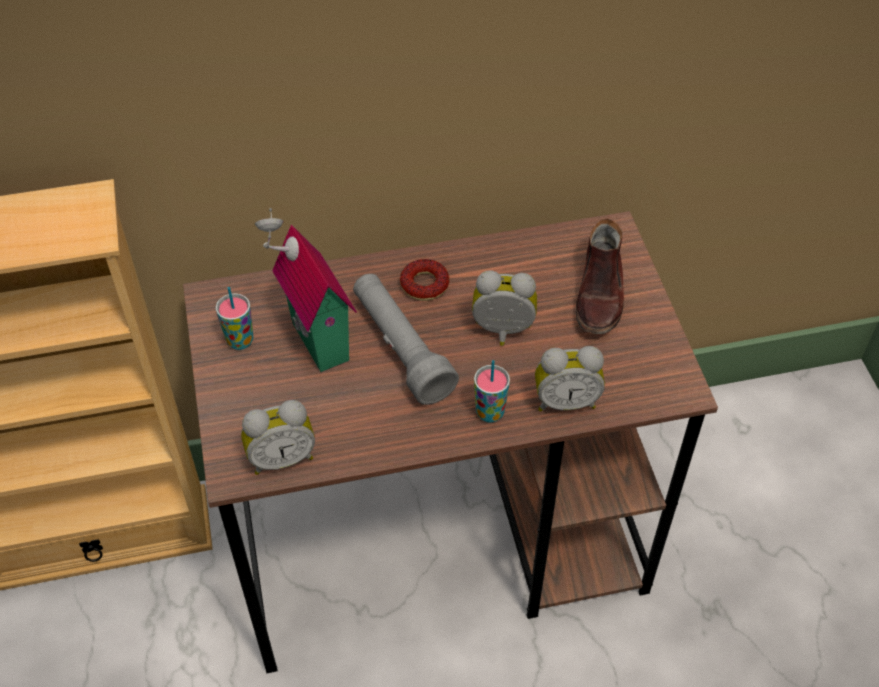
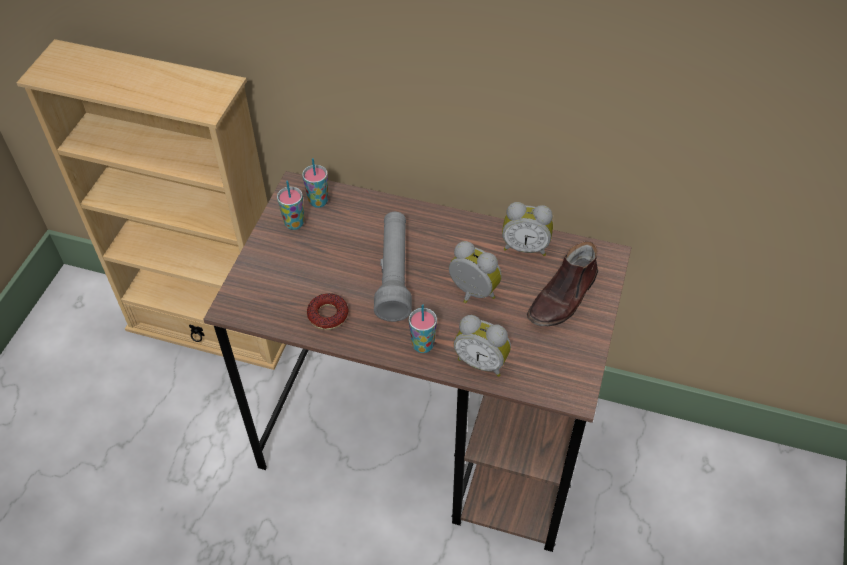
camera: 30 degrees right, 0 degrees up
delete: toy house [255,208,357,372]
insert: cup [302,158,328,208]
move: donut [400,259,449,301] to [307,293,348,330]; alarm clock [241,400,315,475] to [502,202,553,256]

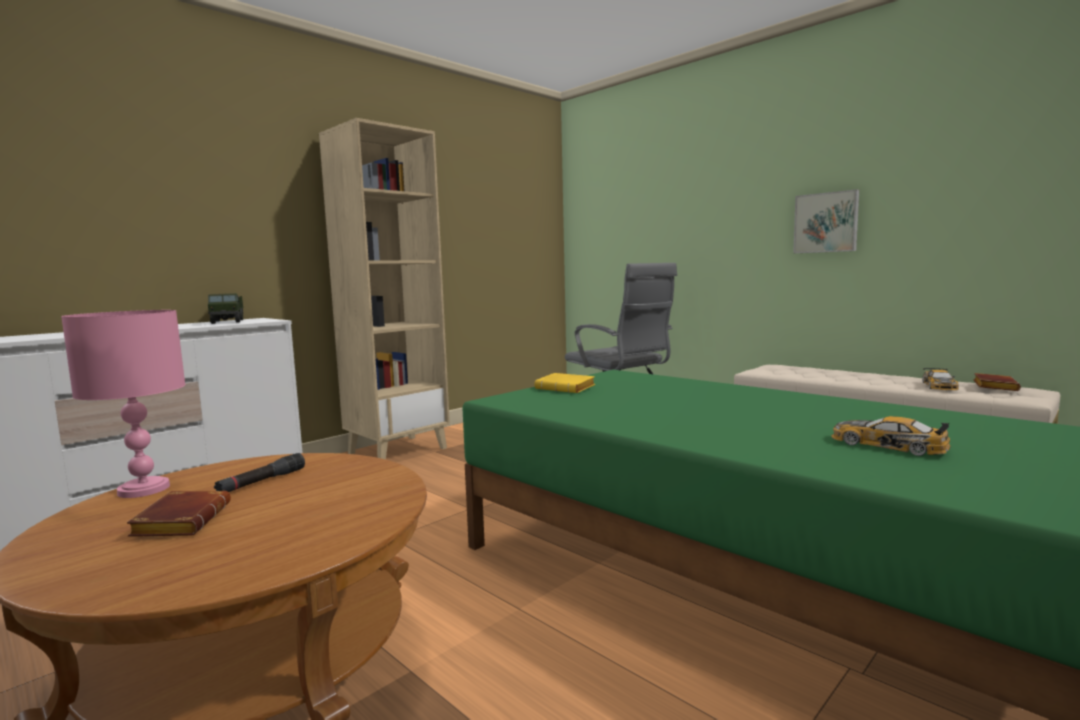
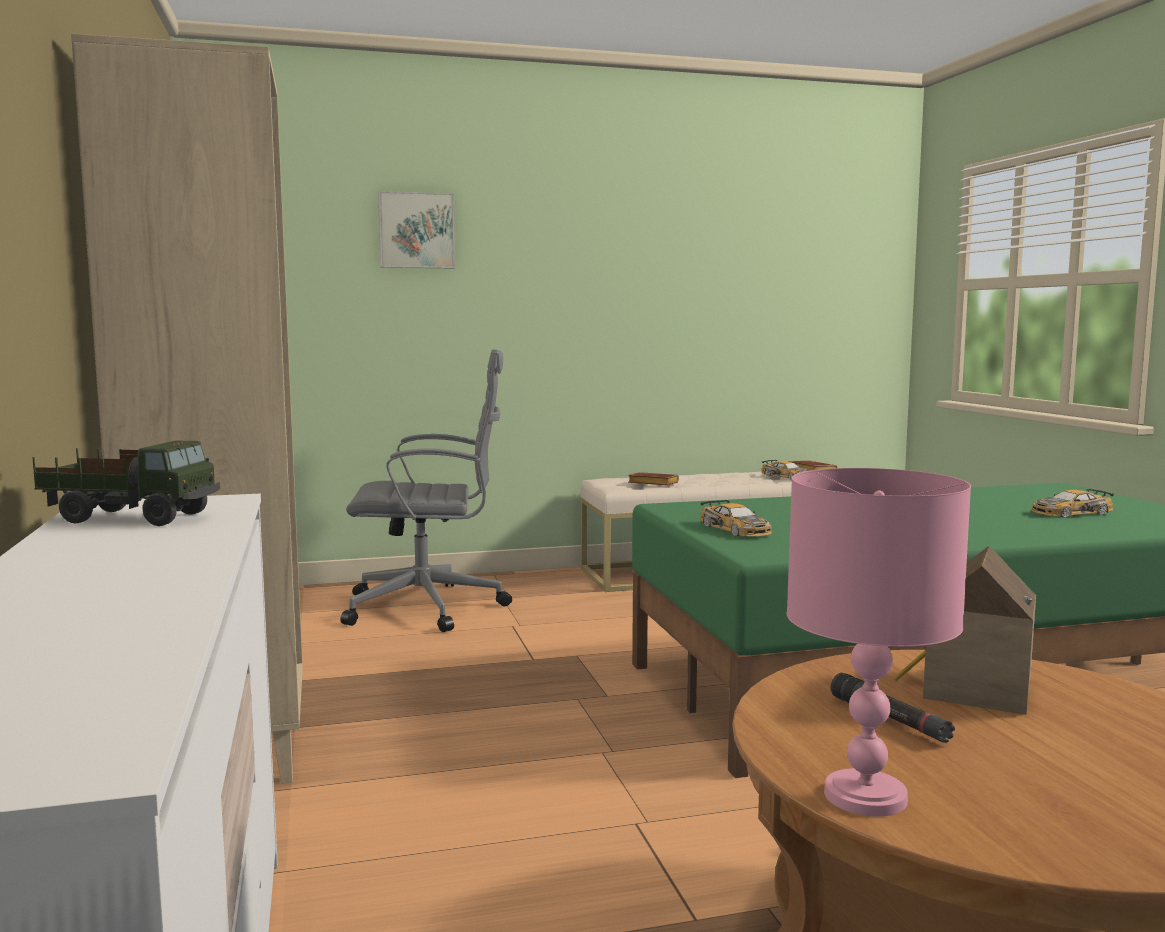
camera: 60 degrees left, 0 degrees up
insert: toy house [895,546,1036,715]
move: picture [793,189,859,253] to [378,191,455,268]; book (brown) [127,491,231,537] to [628,472,679,485]
replace: book (yellow) [534,373,595,393] to toy car [700,500,772,537]

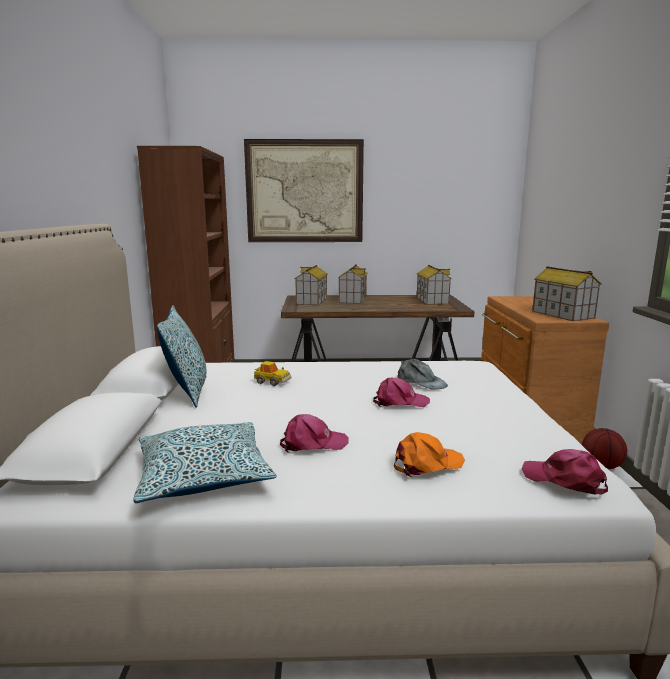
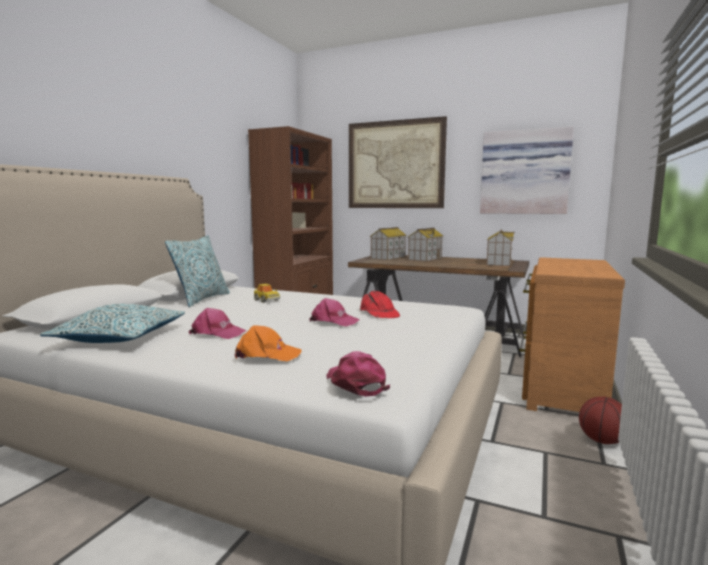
camera: 25 degrees right, 5 degrees down
delete: toy house [532,266,601,321]
insert: picture [480,127,574,214]
recolor: cap (grey) [397,359,448,390] to cap (red) [360,291,400,318]

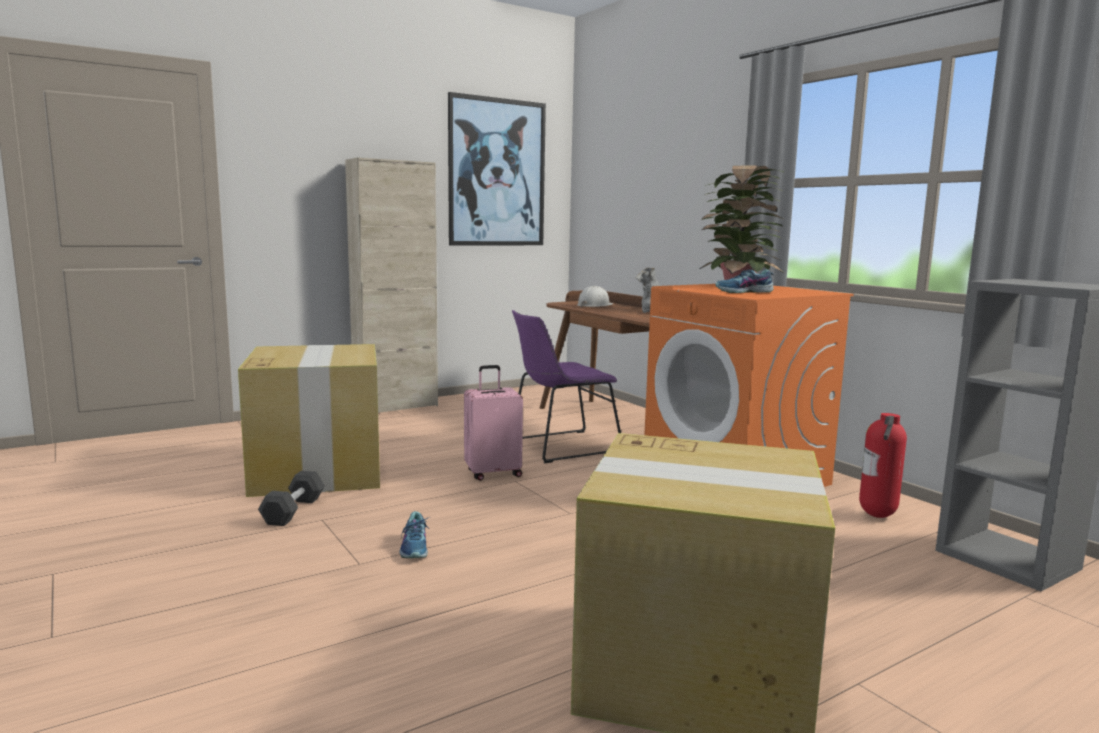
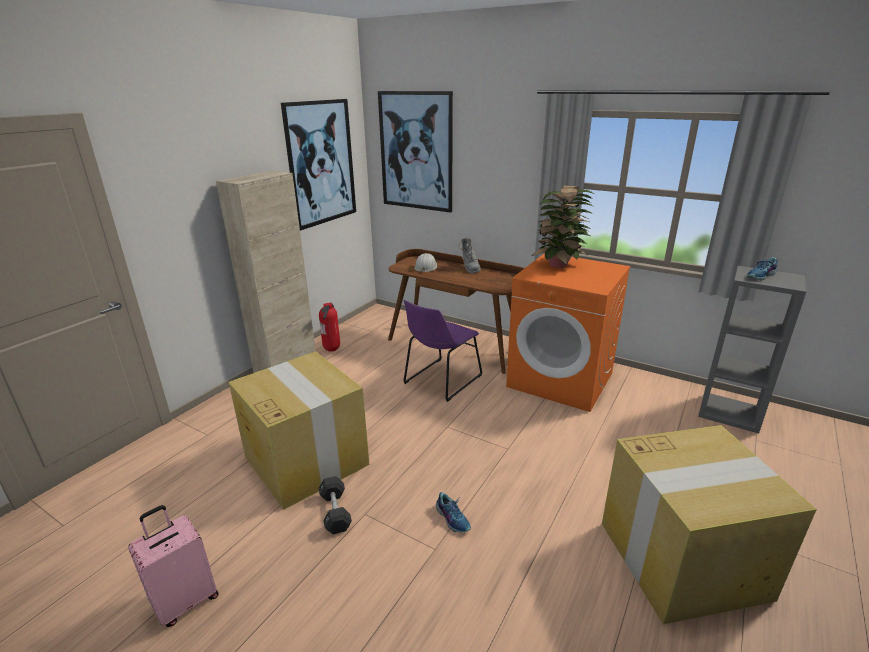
camera: 25 degrees left, 15 degrees up
insert: picture [378,91,453,213]
move: shoe [715,268,774,293] to [747,257,778,281]; suitcase (pink) [464,365,523,481] to [128,505,219,627]; fire extinguisher [859,413,907,518] to [319,303,340,352]

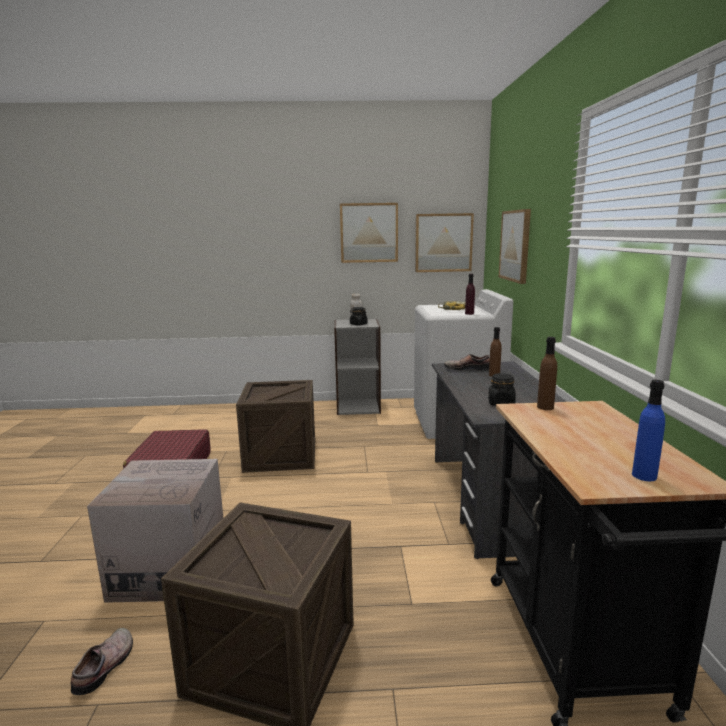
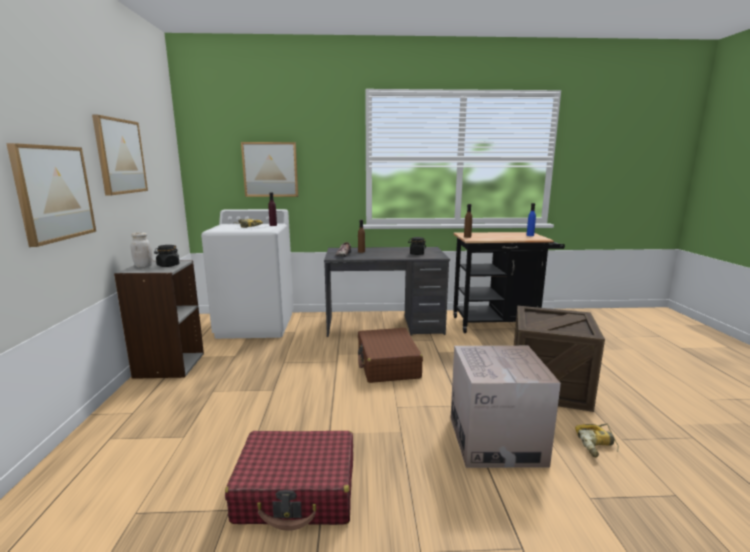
camera: 90 degrees left, 0 degrees up
delete: crate [236,380,315,473]
insert: suitcase (brown) [358,328,423,383]
move: picture [415,213,474,272] to [6,143,96,247]
replace: shoe [70,628,133,695] to power drill [575,424,619,457]

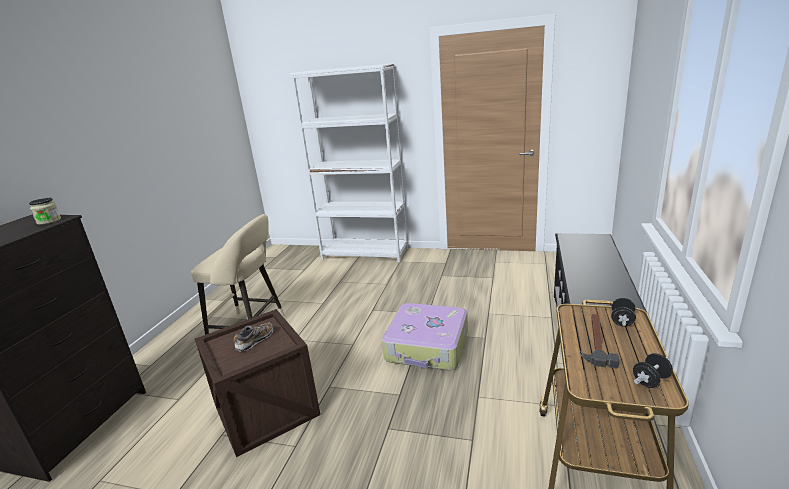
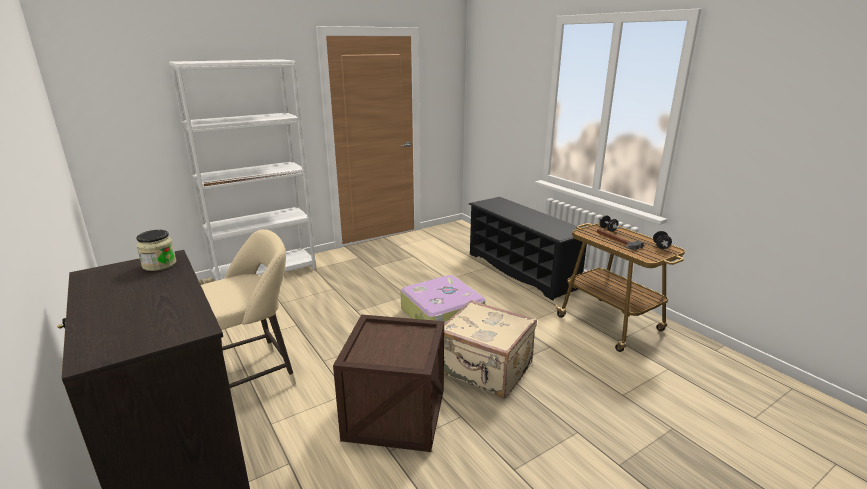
camera: 50 degrees left, 0 degrees up
delete: shoe [234,323,274,352]
insert: suitcase (beige) [444,300,537,398]

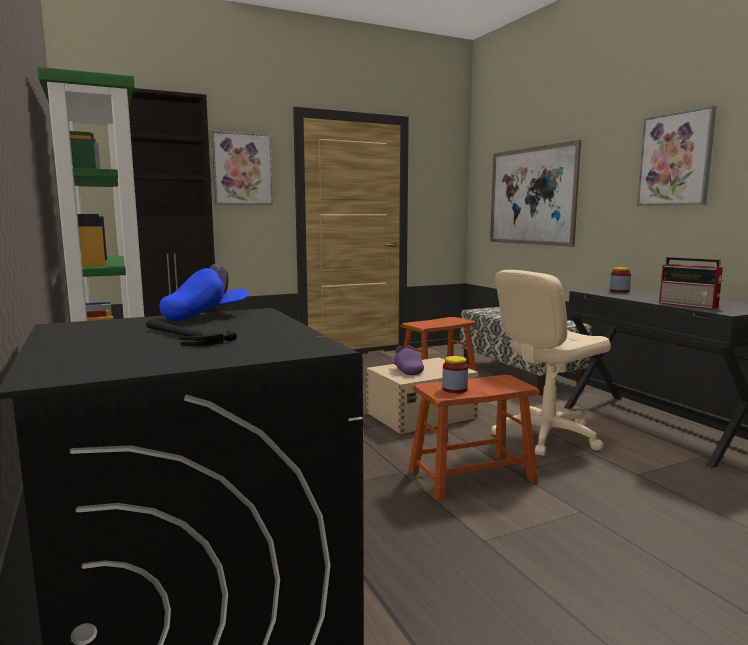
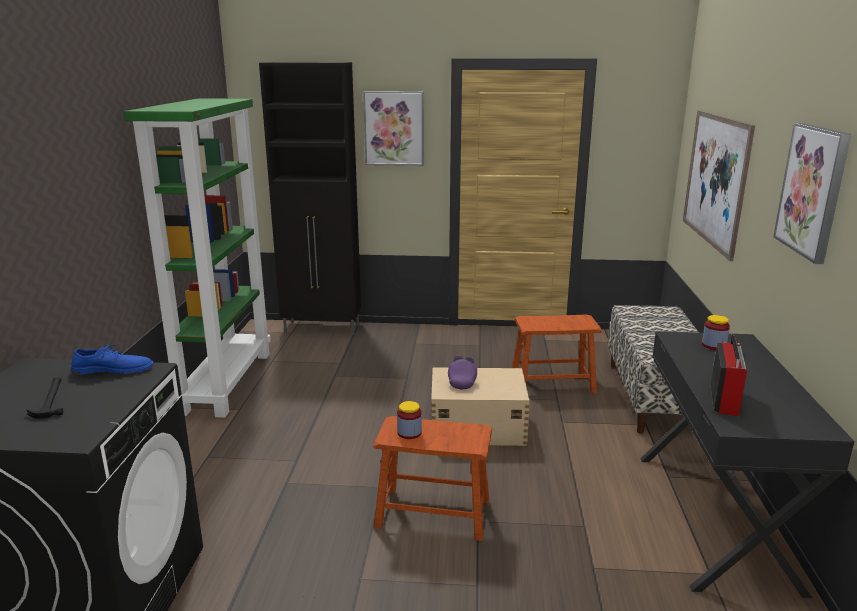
camera: 30 degrees right, 10 degrees up
delete: office chair (beige) [491,270,611,456]
replace: cap (blue) [159,264,249,321] to shoe (blue) [71,345,154,375]
rotate: radio [659,257,724,309] = [711,335,747,416] 150 degrees counterclockwise

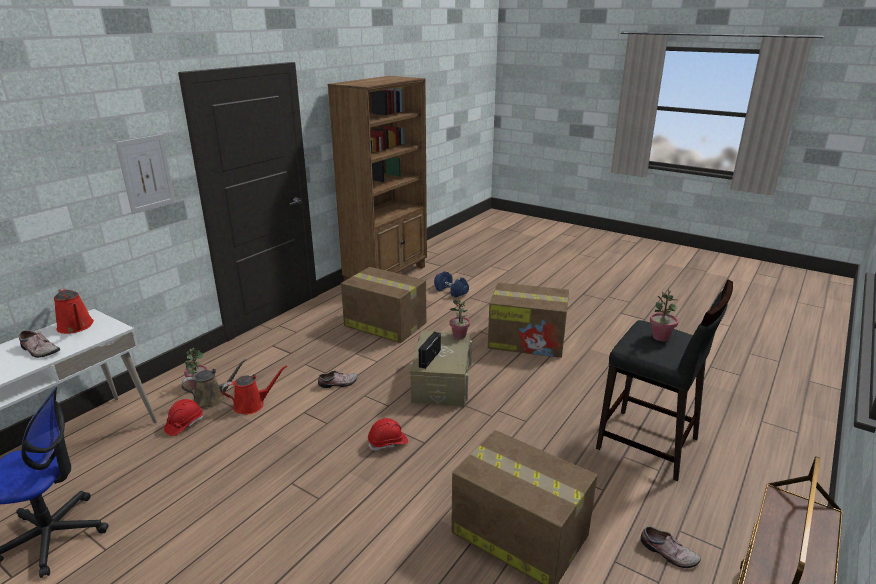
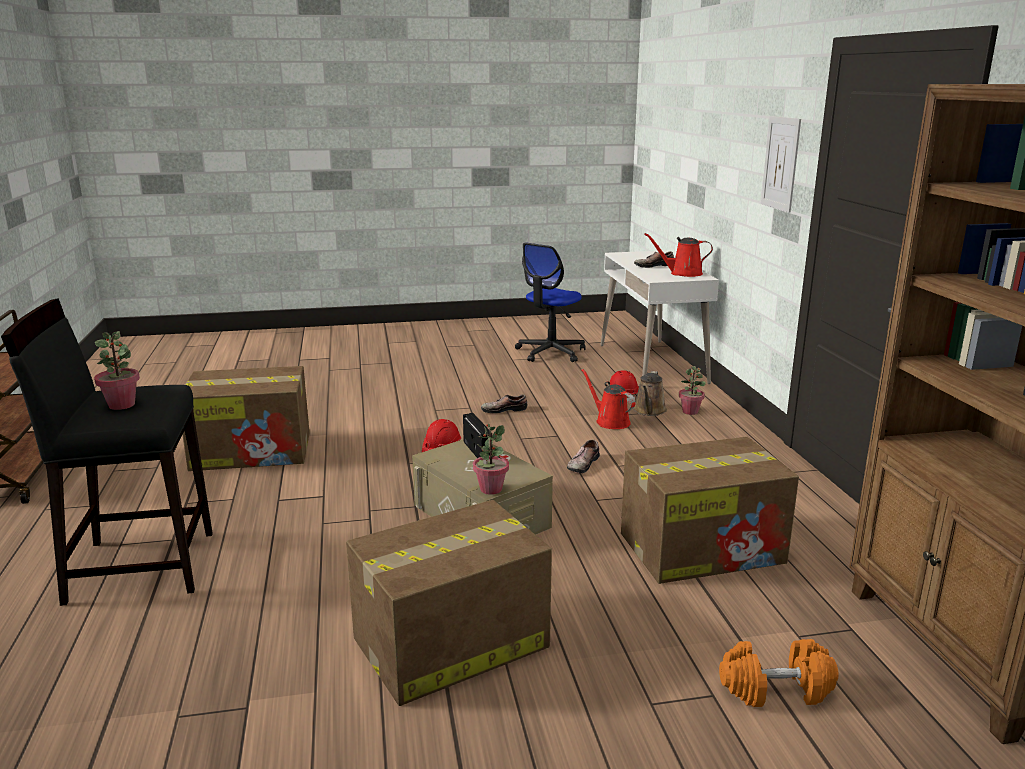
camera: 135 degrees right, 5 degrees down
move: shoe [641,526,701,568] to [481,394,527,413]
recolor: dumbbell (blue) [434,271,469,298] to dumbbell (orange) [719,639,839,707]
rotate: watering can (red) [222,365,287,414] = [581,369,635,429] 120 degrees clockwise

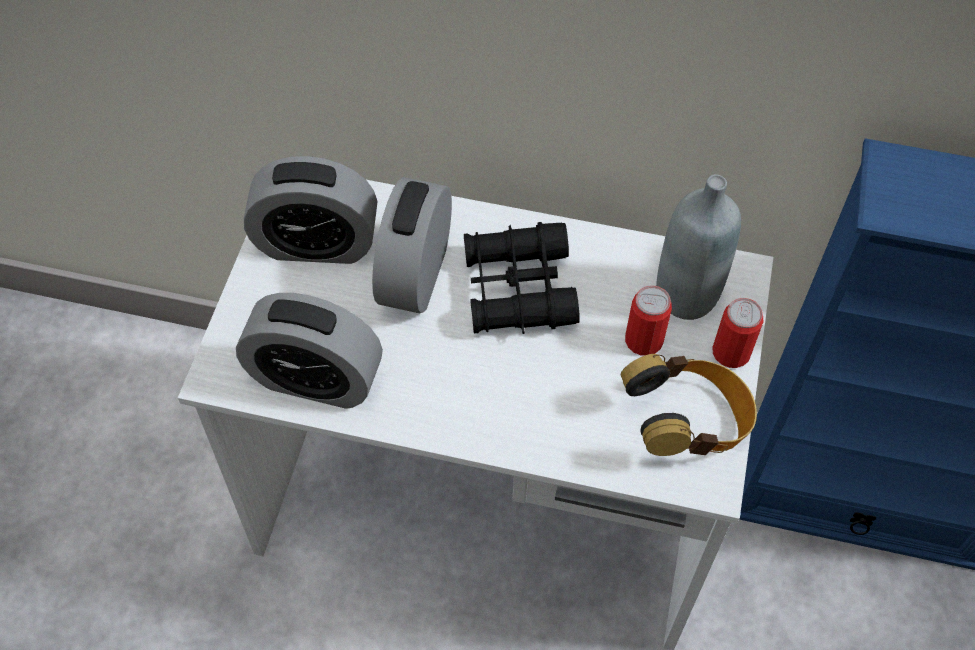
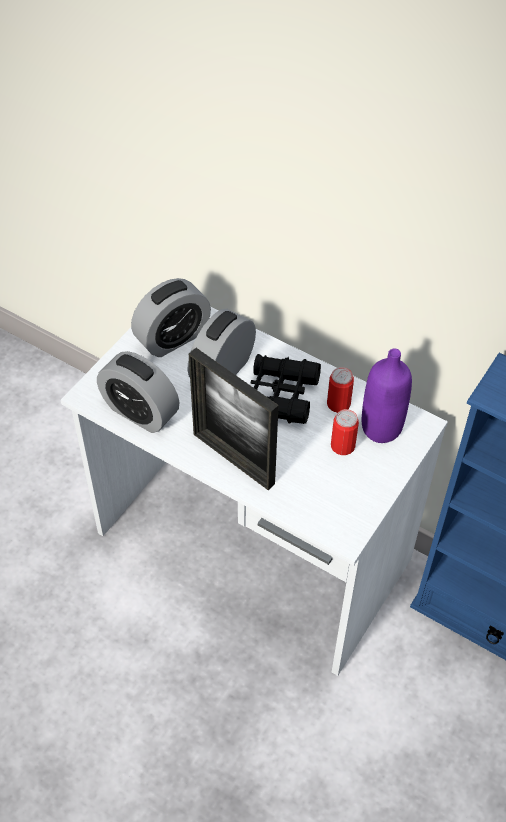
camera: 20 degrees right, 5 degrees down
delete: headphones [621,354,757,456]
insert: picture frame [189,348,279,490]
move: can [712,298,764,368] to [327,367,354,413]
recolor: bottle (grey) [656,174,741,320] to bottle (purple) [362,348,412,443]
rotate: alarm clock [244,156,377,264] = [131,278,211,357] 60 degrees counterclockwise

